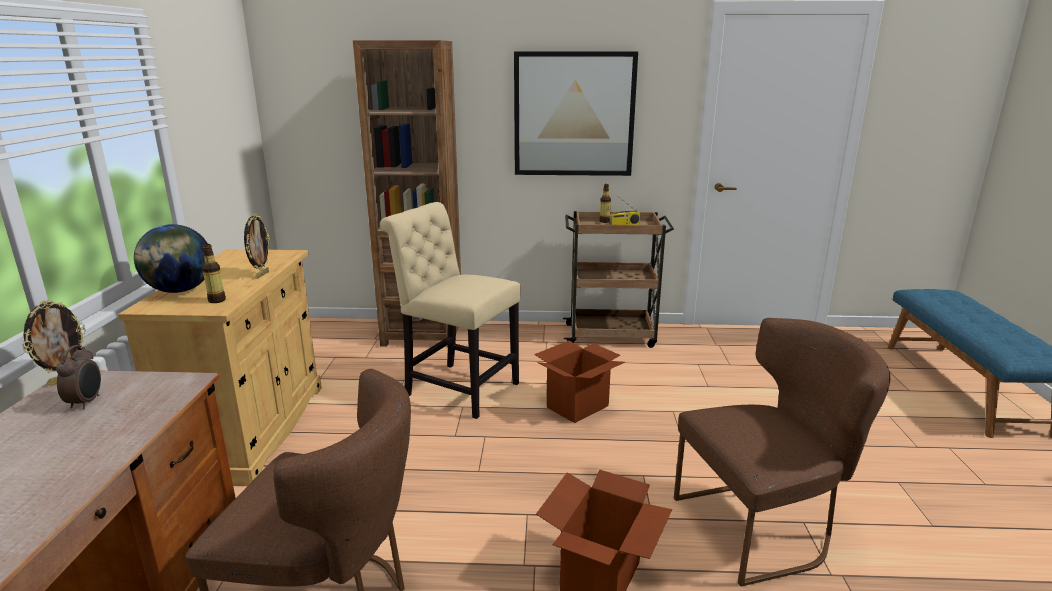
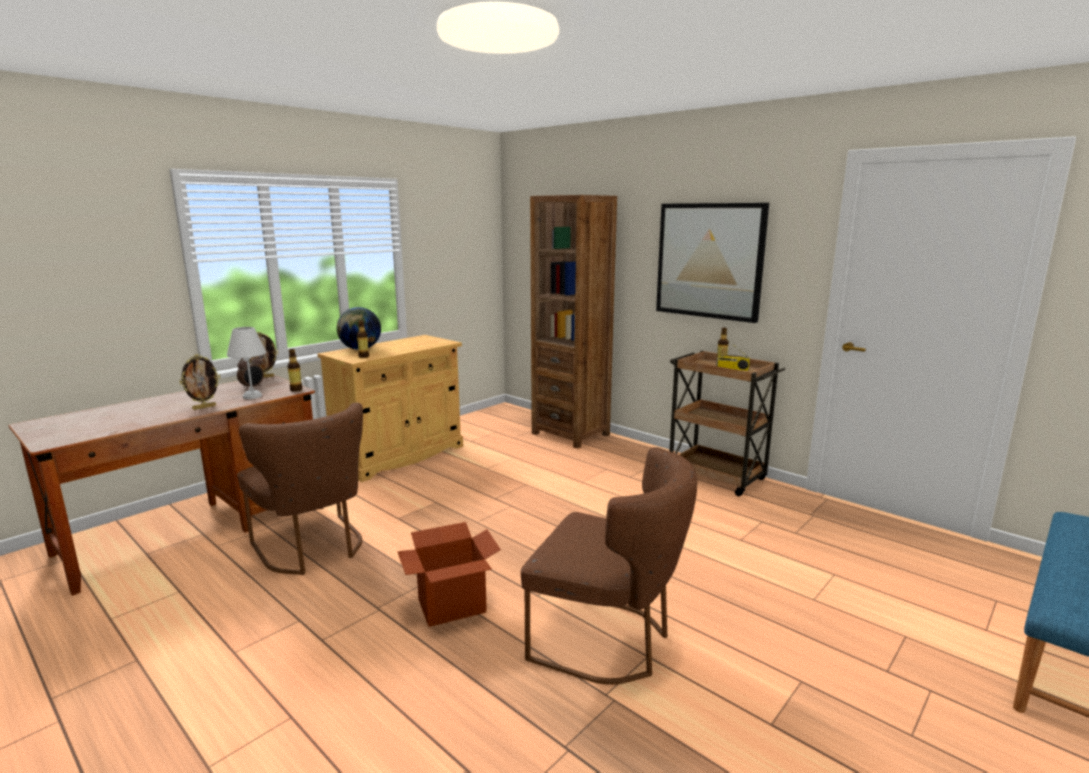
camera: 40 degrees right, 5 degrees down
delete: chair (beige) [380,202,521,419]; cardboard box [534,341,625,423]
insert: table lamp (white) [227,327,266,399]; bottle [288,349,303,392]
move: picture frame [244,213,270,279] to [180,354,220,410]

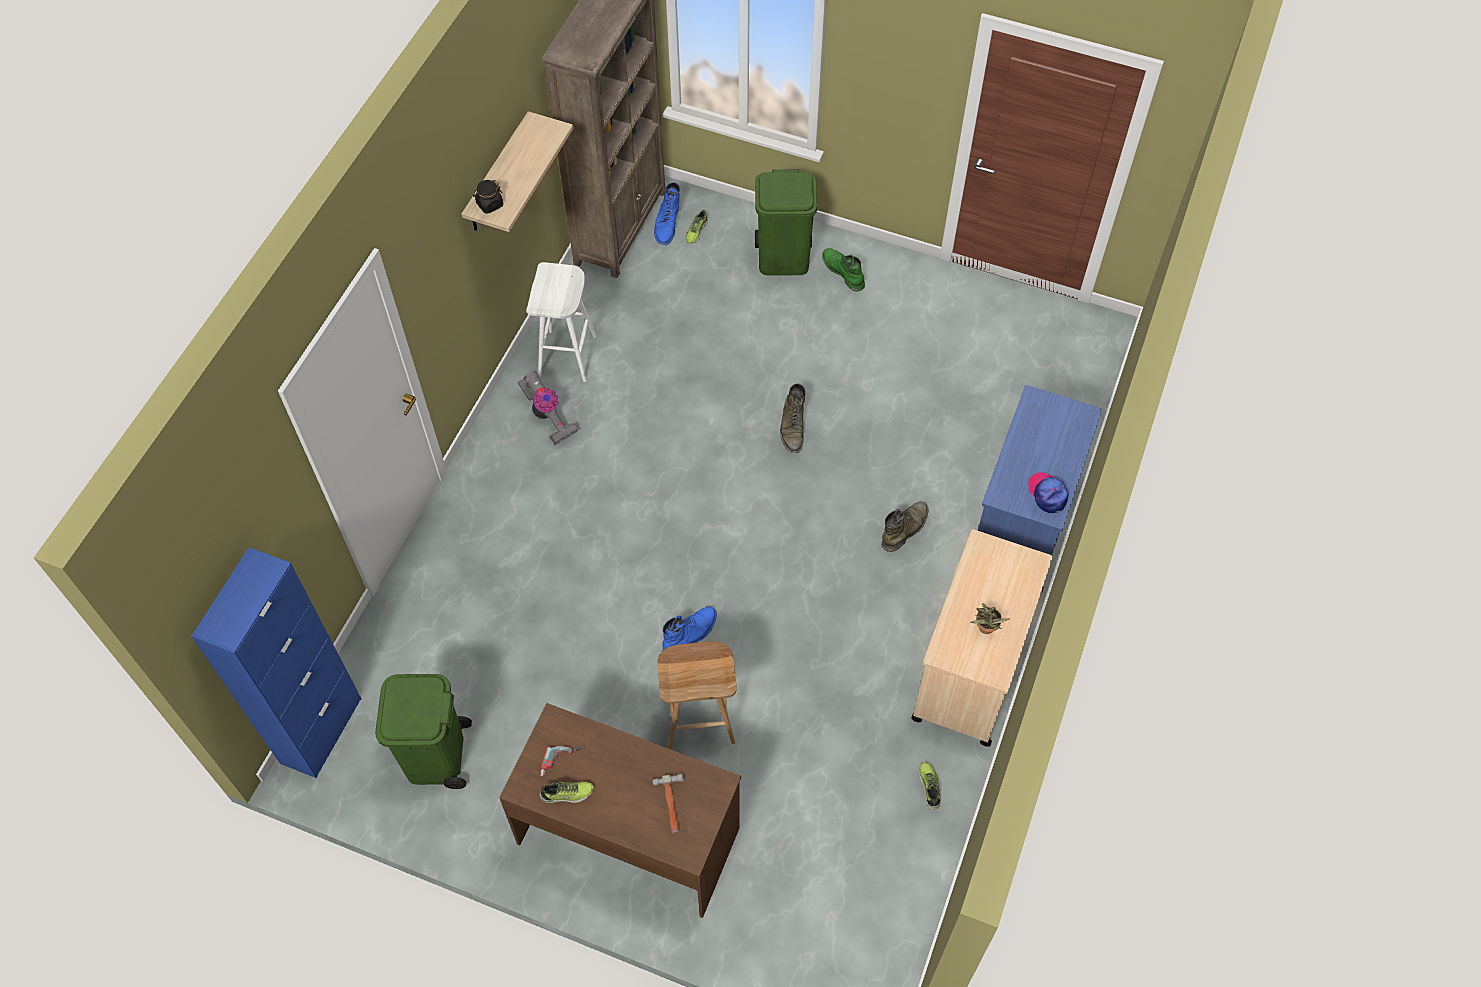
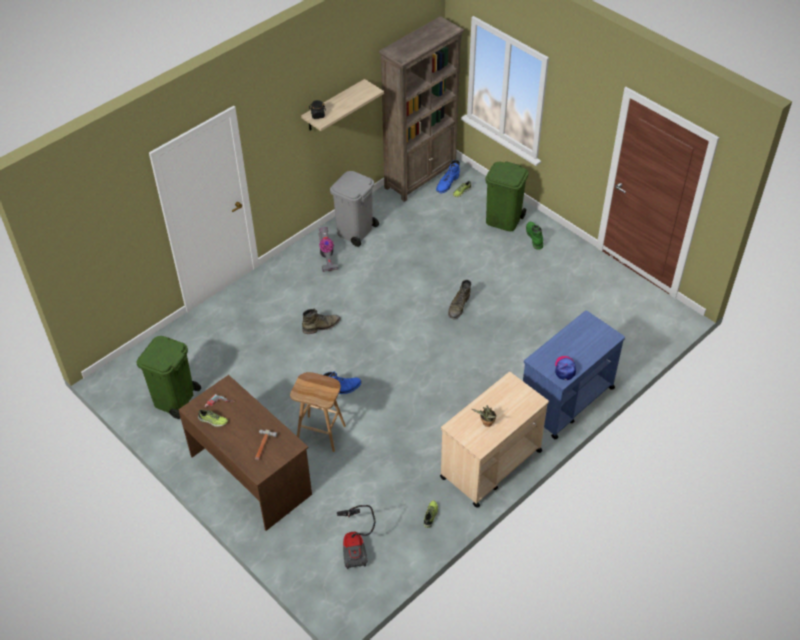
camera: 25 degrees right, 10 degrees down
delete: cabinet (blue) [191,547,361,778]
insert: vacuum cleaner [337,505,375,569]
move: boot (green) [881,501,928,552] to [302,309,341,334]
replace: stool (white) [526,262,597,382] to trash can (grey) [330,171,379,247]

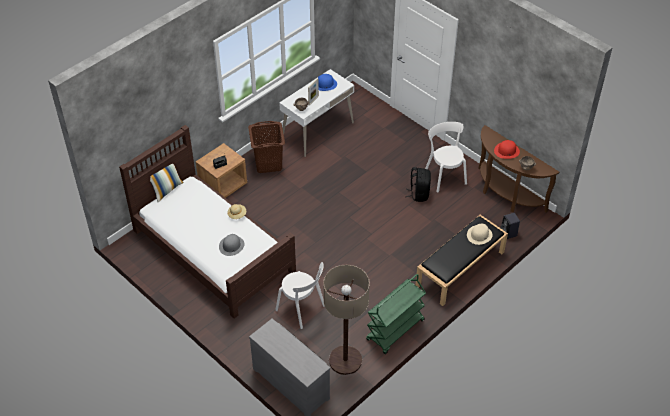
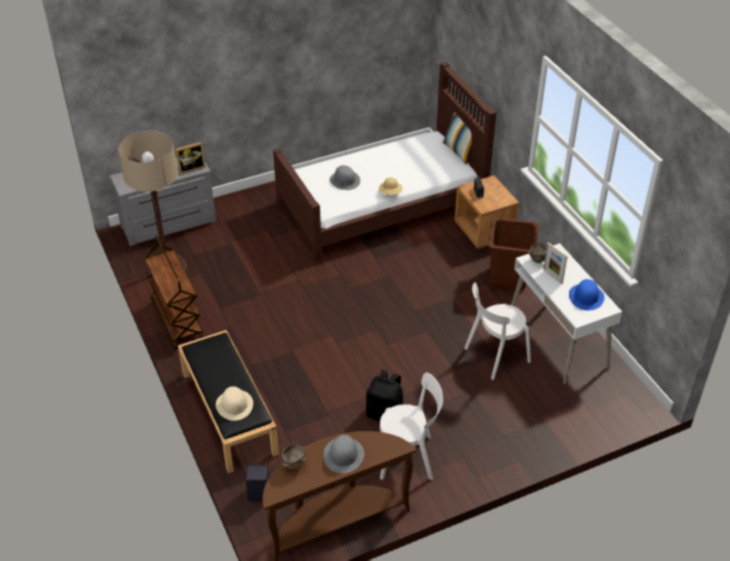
camera: 110 degrees right, 5 degrees down
insert: picture frame [176,142,206,175]
move: chair (white) [275,262,325,329] to [464,282,531,380]
recolor: hat (red) [494,140,520,159] to hat (grey) [323,435,364,473]; cart (green) [366,274,426,354] to cart (brown) [144,235,204,350]

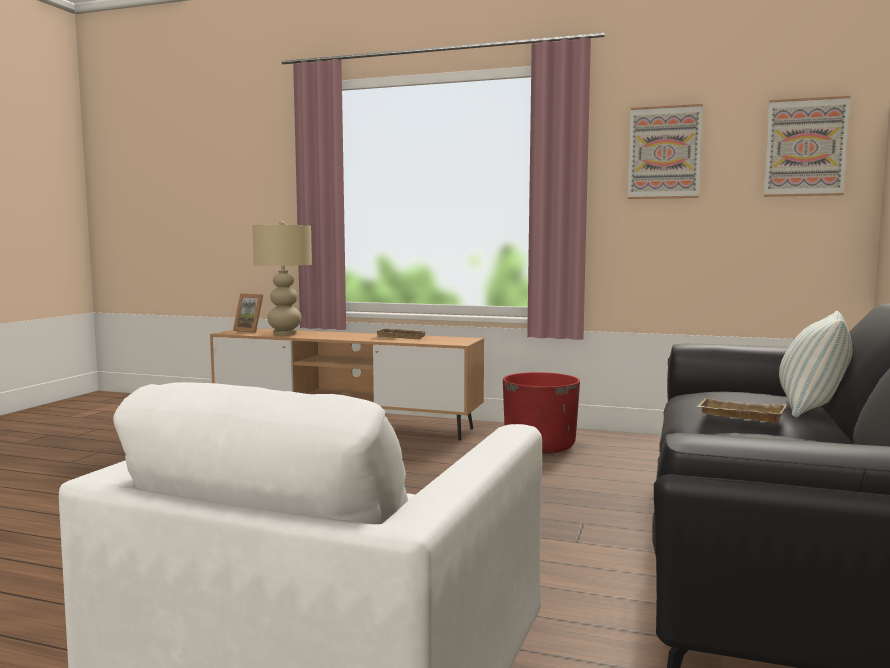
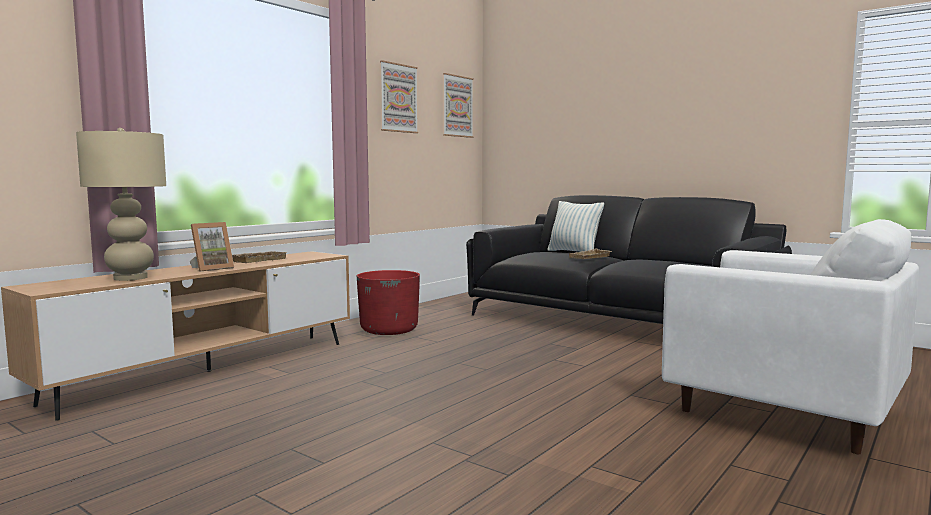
camera: 70 degrees left, 0 degrees up
move: picture frame [233,294,263,332] to [190,222,234,272]

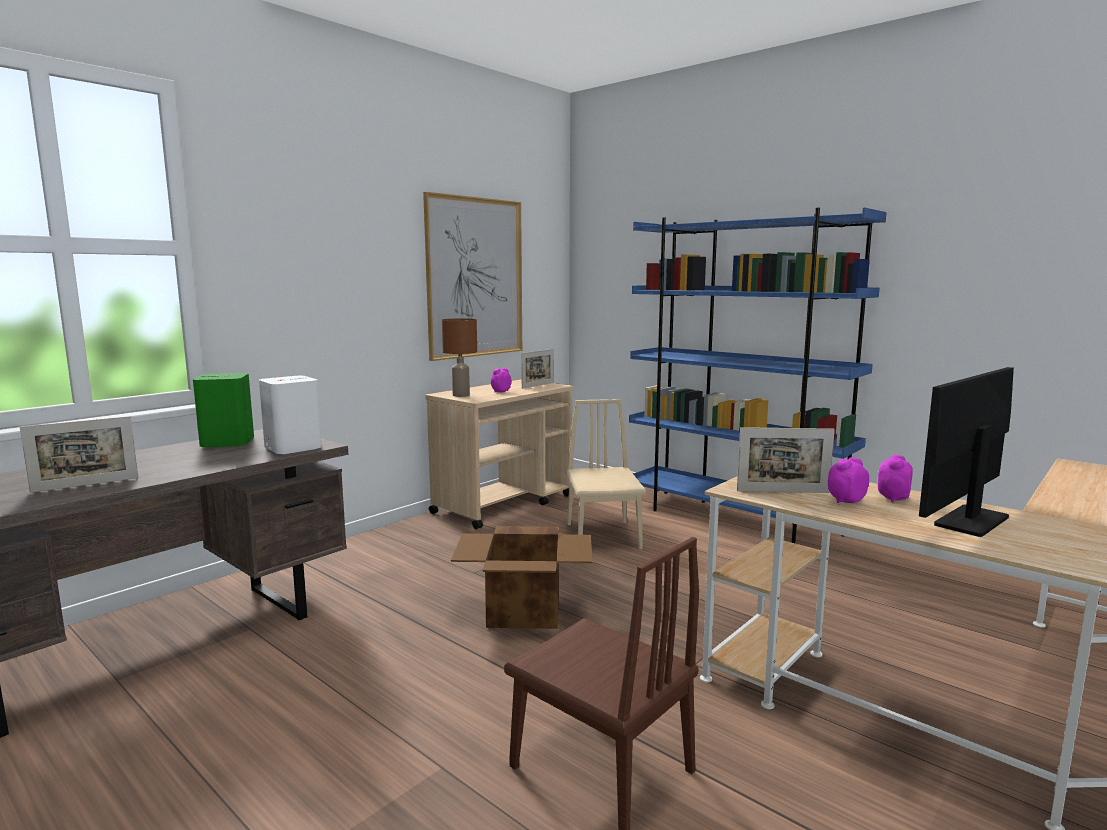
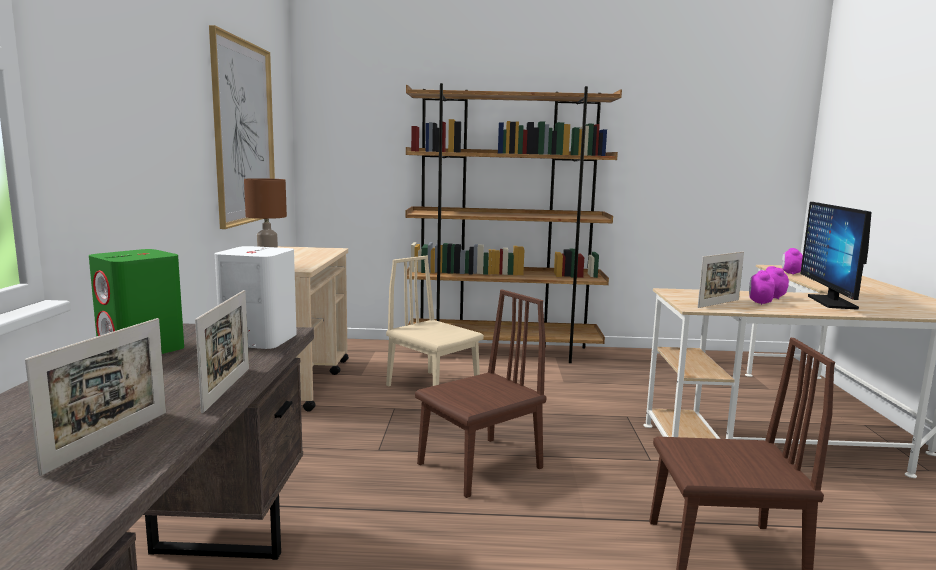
camera: 40 degrees left, 0 degrees up
move: picture frame [521,349,554,389] to [195,290,249,413]; alarm clock [491,368,512,392] to [782,248,803,274]
replace: cardboard box [451,526,593,629] to chair (brown) [415,290,546,498]
recolor: bookcase (blue) [629,208,887,543] to bookcase (brown) [405,83,622,363]

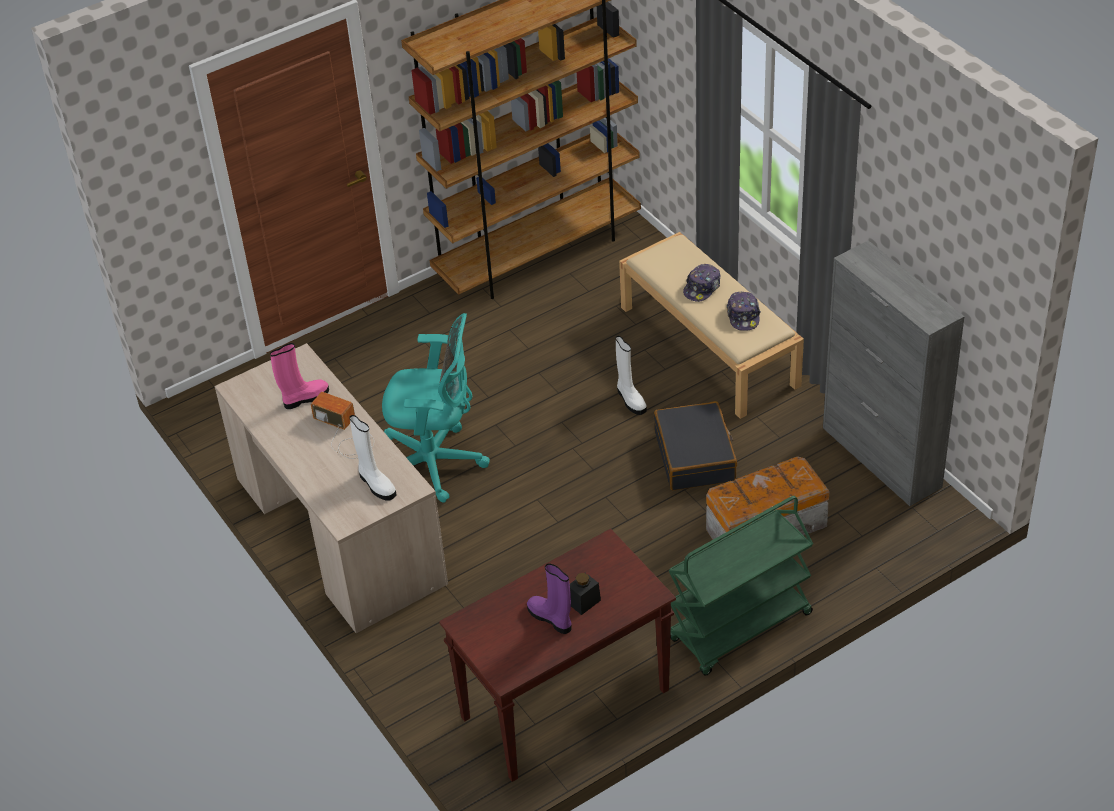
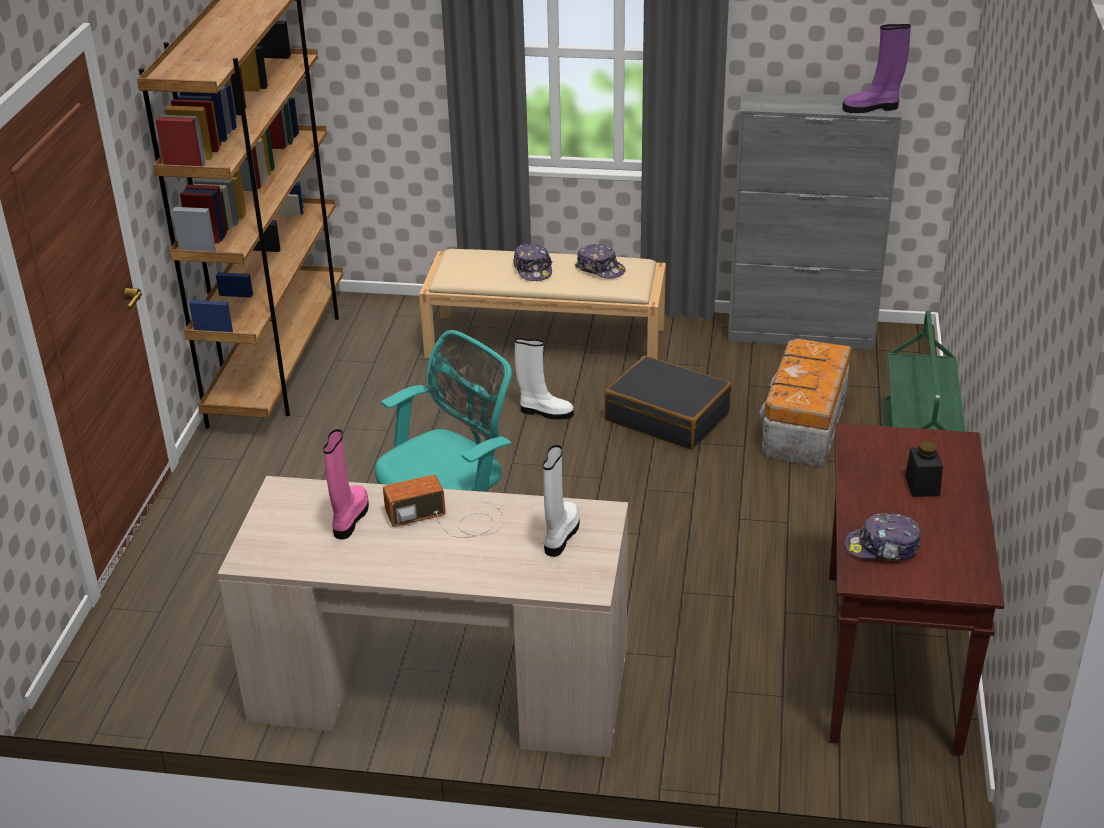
camera: 50 degrees left, 10 degrees down
insert: cap [845,513,921,561]
move: boot (purple) [527,563,572,634] to [842,24,911,113]
rotate: boot (white) [349,415,396,501] = [543,445,580,557] 75 degrees counterclockwise

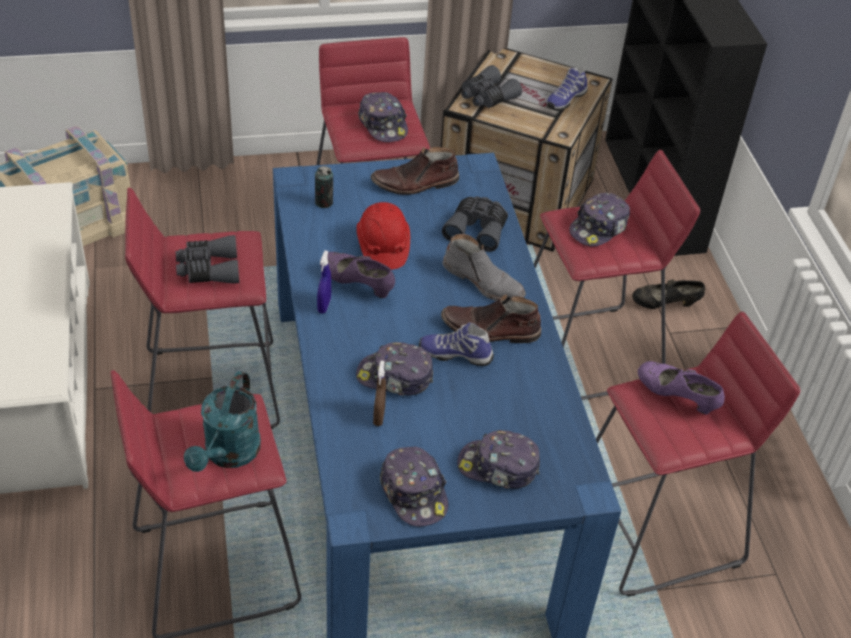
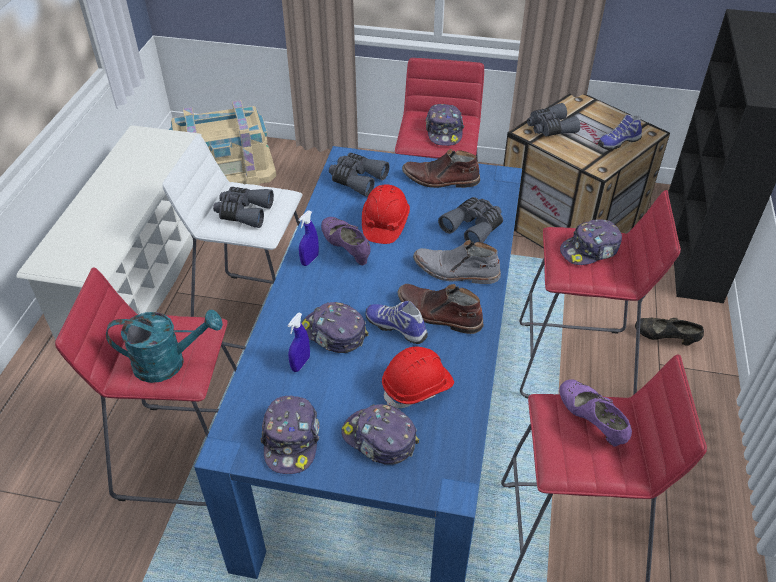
camera: 25 degrees right, 0 degrees up
insert: hard hat (red) [382,347,454,408]
replace: can [315,166,333,208] to binoculars (grey) [329,153,390,197]
recolor: stool (red) [125,187,280,429] to stool (white) [162,134,302,349]; spray bottle (brown) [373,361,386,426] to spray bottle (blue) [288,313,310,372]
rotate: boot (grey) [443,234,526,301] = [413,240,501,284] 135 degrees clockwise; watering can (turquoise) [184,371,261,472] = [106,310,223,383] 135 degrees counterclockwise

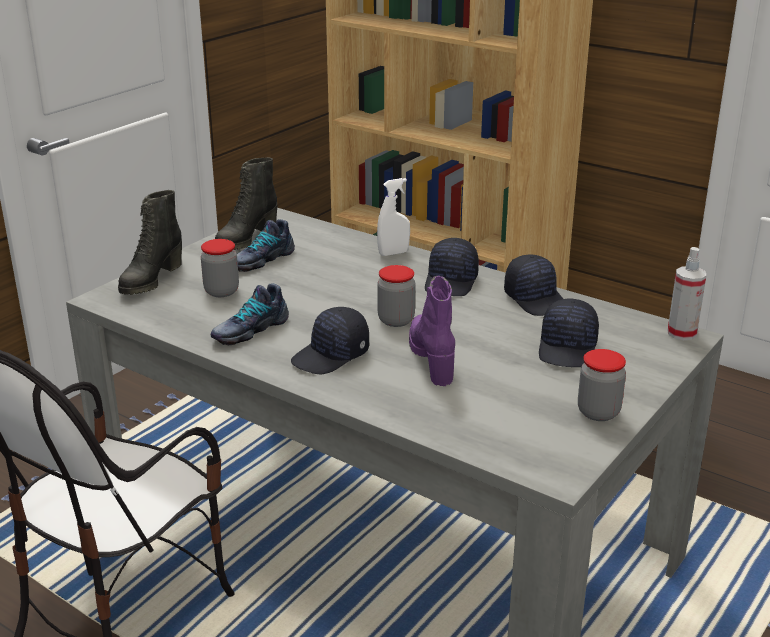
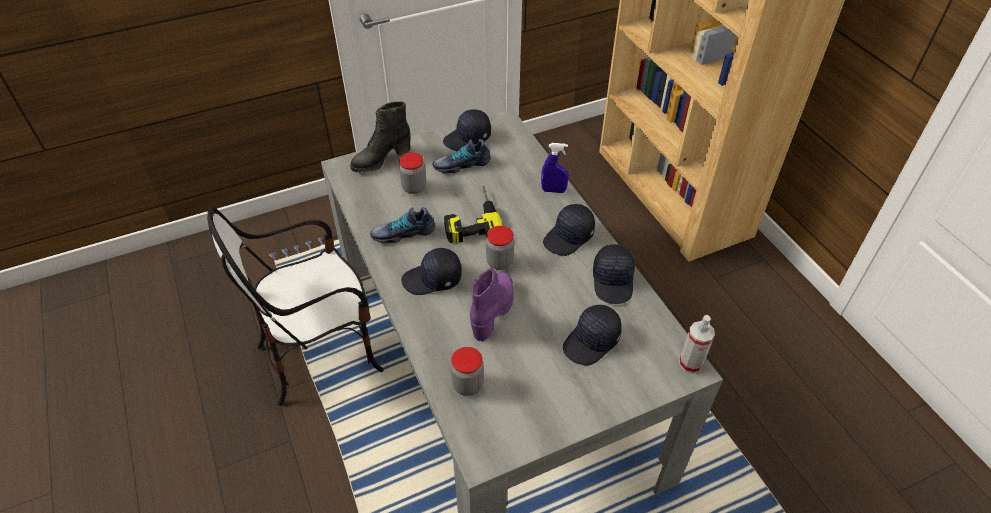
camera: 30 degrees right, 20 degrees up
insert: power drill [444,186,502,244]
move: jar [578,349,626,421] to [451,347,484,396]
replace: boot (black) [215,157,277,250] to cap (black) [443,109,491,151]
recolor: spray bottle (white) [377,178,410,256] to spray bottle (blue) [541,143,569,193]

